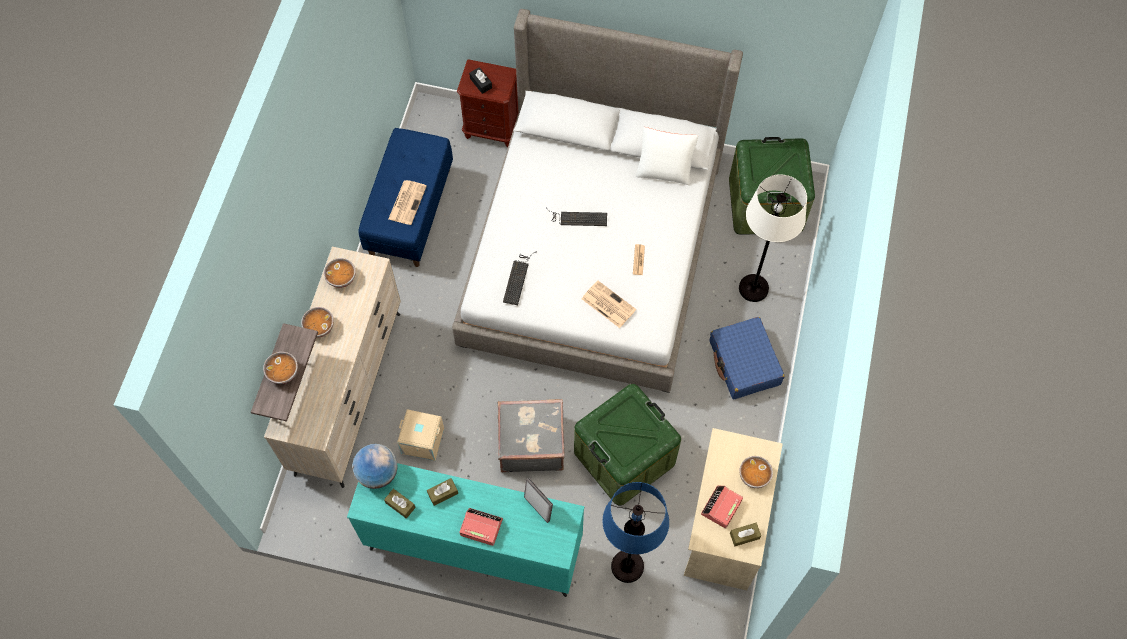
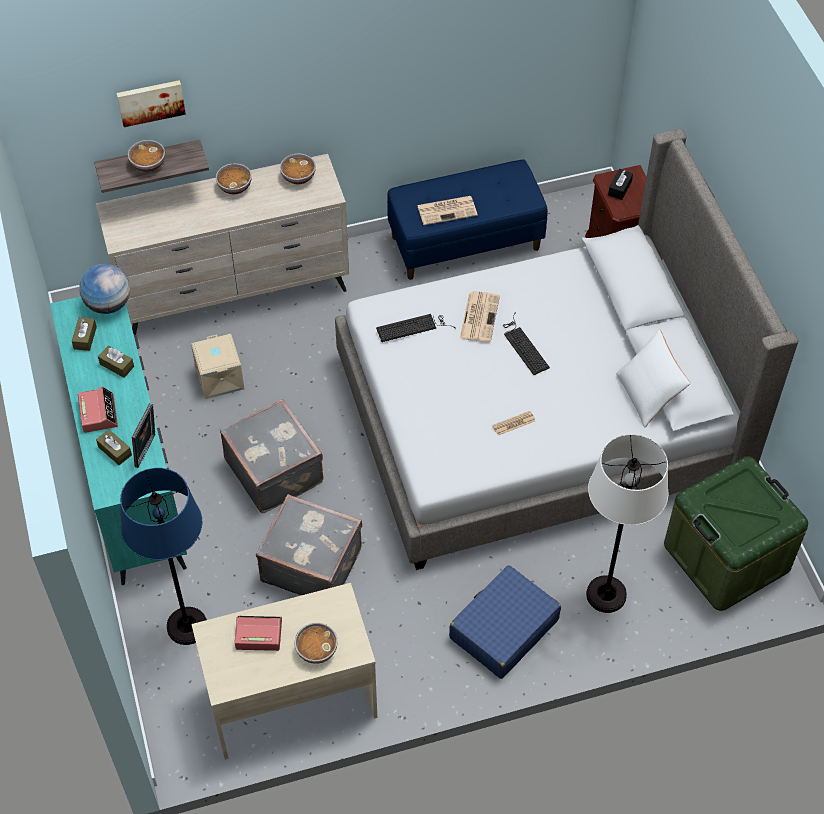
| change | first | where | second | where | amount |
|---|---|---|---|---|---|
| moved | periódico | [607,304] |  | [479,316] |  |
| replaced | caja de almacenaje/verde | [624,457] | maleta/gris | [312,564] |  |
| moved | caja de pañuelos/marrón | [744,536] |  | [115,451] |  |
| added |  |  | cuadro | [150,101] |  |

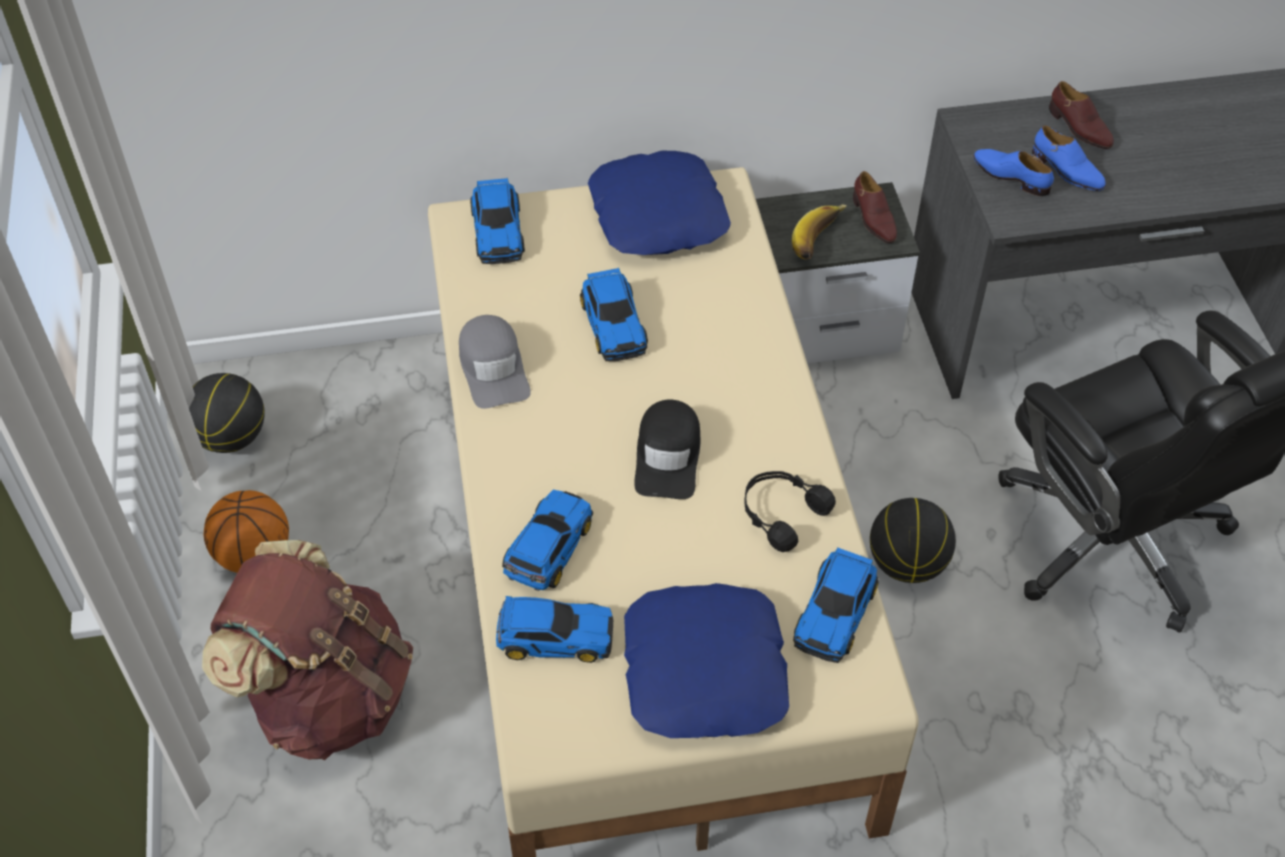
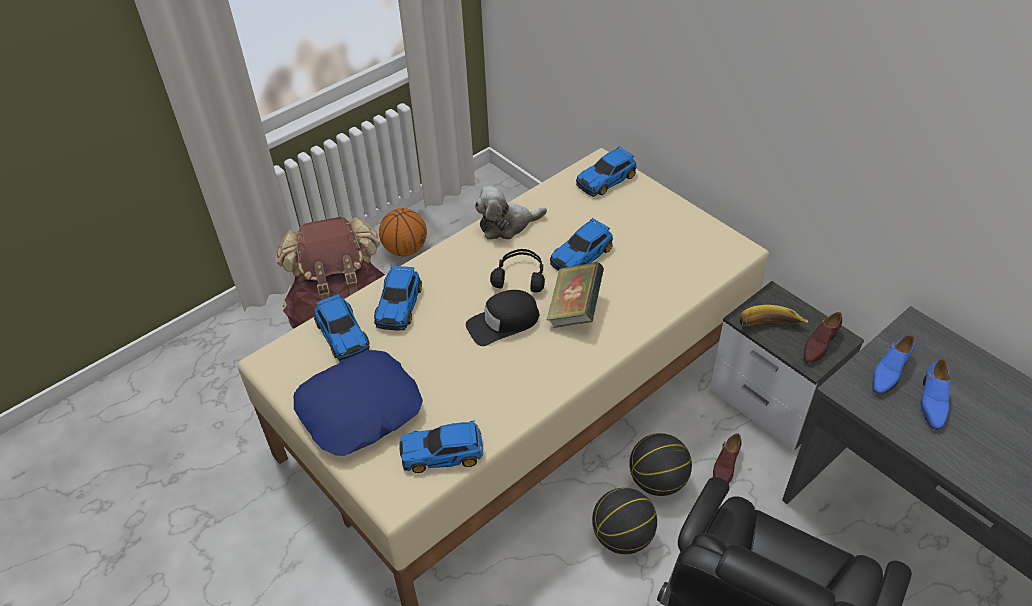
| change | first | where | second | where | amount |
|---|---|---|---|---|---|
| moved | zapato/marrón | [1079,128] |  | [725,467] |  |
| turned | zapato/azul | [1011,176] |  | [889,372] | 150 degrees counterclockwise |
| removed | cojín/azul | [659,215] |  |  |  |
| replaced | gorra/gris | [493,368] | peluche | [507,225] |  |
| moved | balón de baloncesto | [231,437] |  | [657,481] |  |
| moved | auriculares/negro | [781,513] |  | [520,276] |  |
| turned | coche de juguete | [547,549] |  | [399,304] | 105 degrees clockwise |
| added |  |  | libro | [574,309] |  |

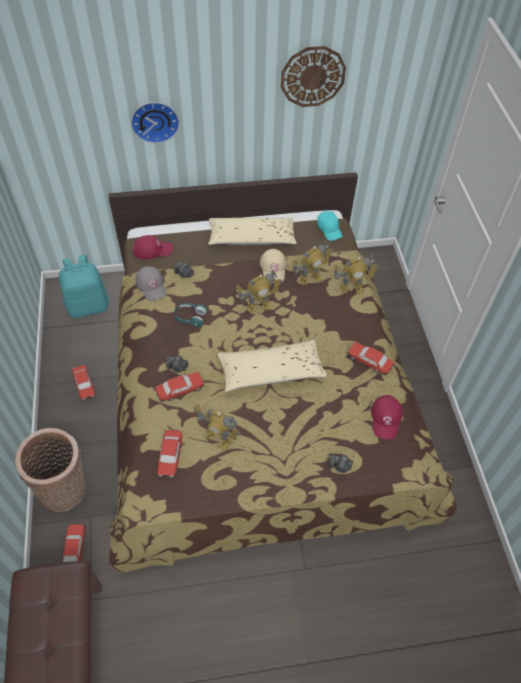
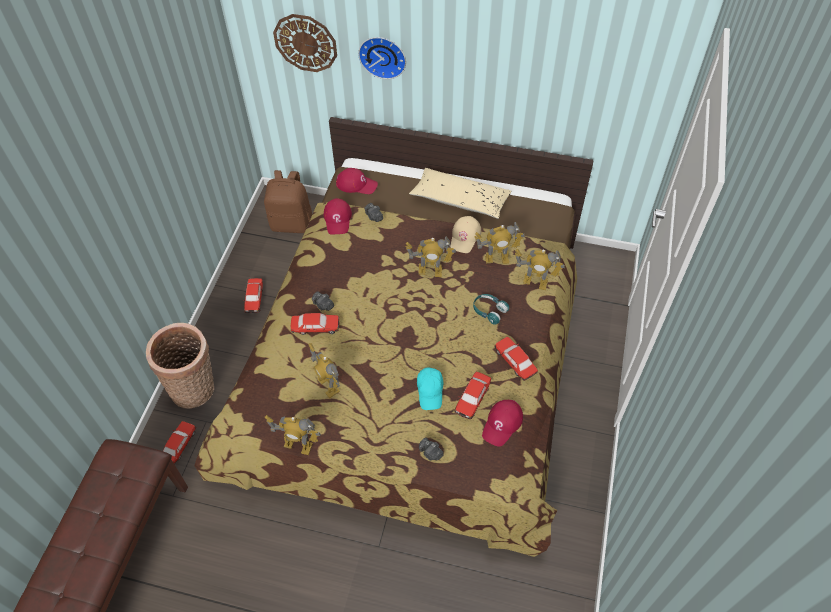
| change | first | where | second | where | amount |
|---|---|---|---|---|---|
| moved | reloj de pared | [312,76] |  | [305,43] |  |
| moved | gorra/turquesa | [329,229] |  | [430,391] |  |
| recoloured | mochila/turquesa | [88,305] | mochila/marrón | [292,223] |  |
| recoloured | gorra/gris | [151,285] | gorra/rojo | [338,219] |  |
| moved | auriculares/turquesa | [190,317] |  | [489,311] |  |
| removed | cojín/beis | [271,371] |  |  |  |
| moved | coche de juguete | [170,456] |  | [472,398] |  |
| added |  |  | robot de juguete | [298,445] |  |

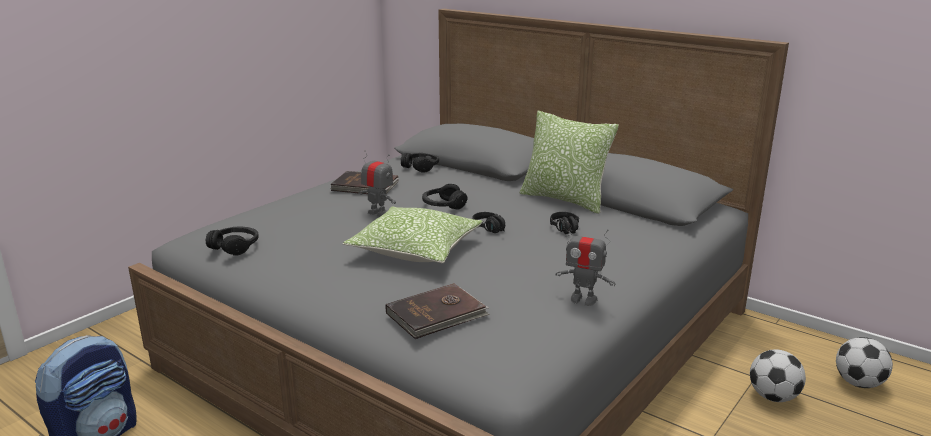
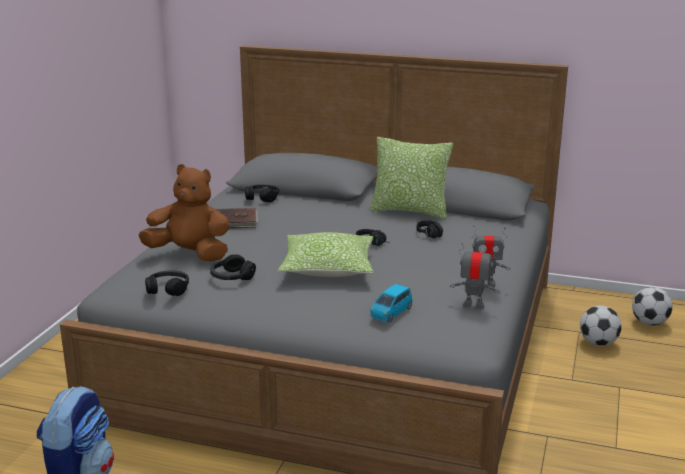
| change | first | where | second | where | amount |
|---|---|---|---|---|---|
| moved | robot de juguete | [378,213] |  | [473,305] |  |
| moved | auriculares/negro | [443,205] |  | [231,277] |  |
| replaced | libro/marrón | [437,315] | coche de juguete/azul | [391,312] |  |
| added |  |  | peluche/marrón | [190,254] |  |

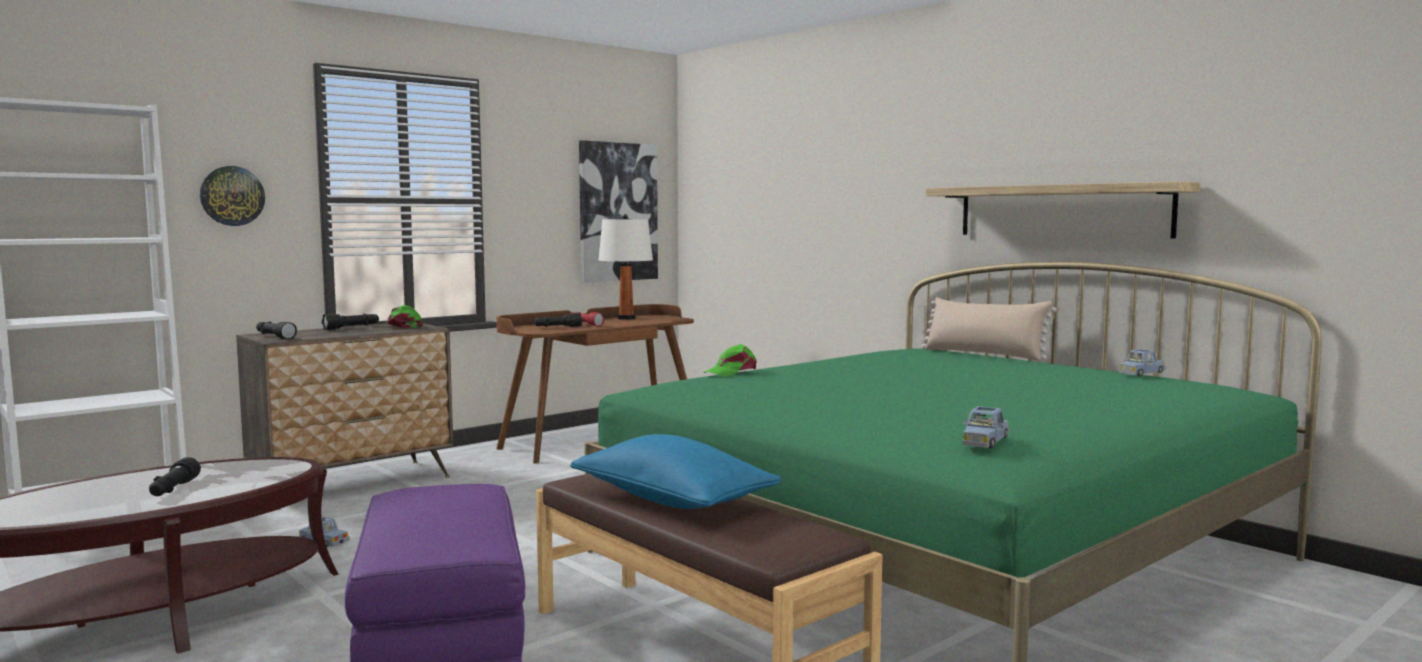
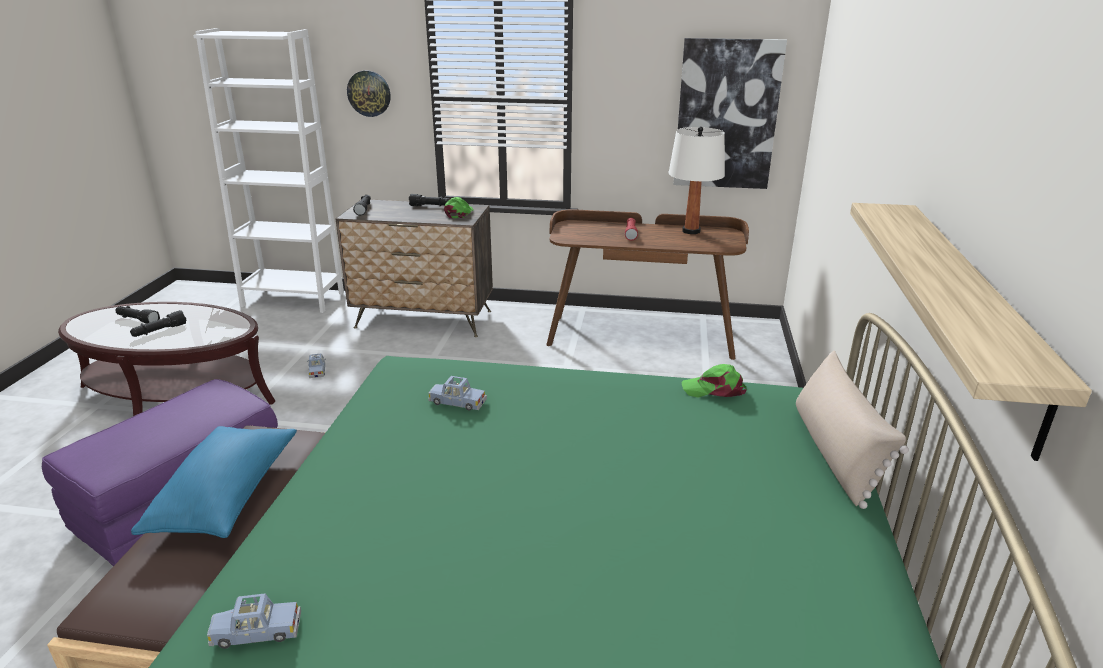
| change | first | where | second | where | amount |
|---|---|---|---|---|---|
| moved | linterna/negro | [557,327] |  | [137,320] |  |
| moved | gorra/verde | [732,372] |  | [714,389] |  |
| moved | coche de juguete/azul | [1141,373] |  | [457,402] |  |

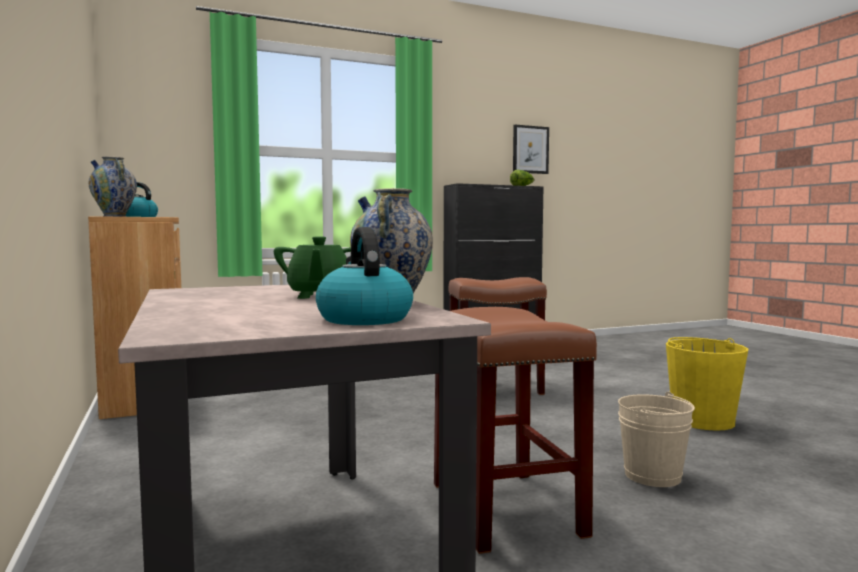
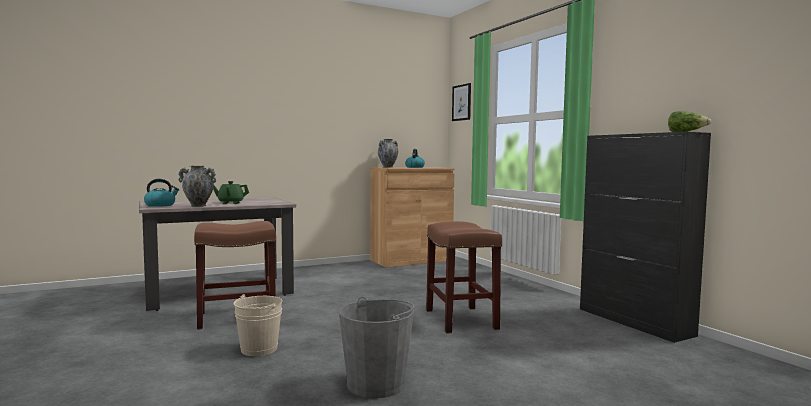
| change | first | where | second | where | amount |
|---|---|---|---|---|---|
| moved | cuadro | [530,149] |  | [461,102] |  |
| recoloured | cubo/amarillo | [702,420] | cubo/gris | [376,384] |  |

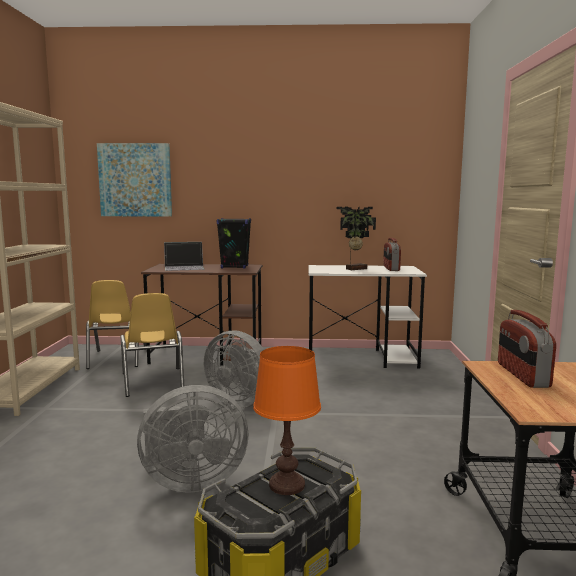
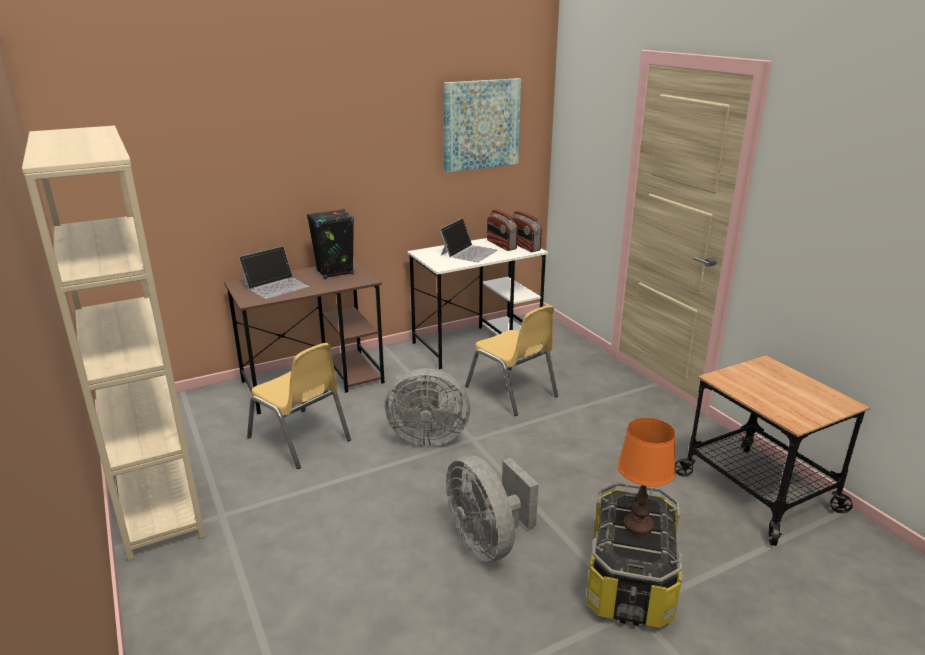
| change | first | where | second | where | amount |
|---|---|---|---|---|---|
| moved | cuadro | [135,180] |  | [481,124] |  |
| replaced | planta en maceta | [355,269] | portátil | [468,252] |  |
| moved | silla/amarillo | [117,359] |  | [511,392] |  |
| moved | radio | [522,375] |  | [524,246] |  |
| turned | ventilador/gris | [190,481] |  | [487,541] | 105 degrees clockwise |

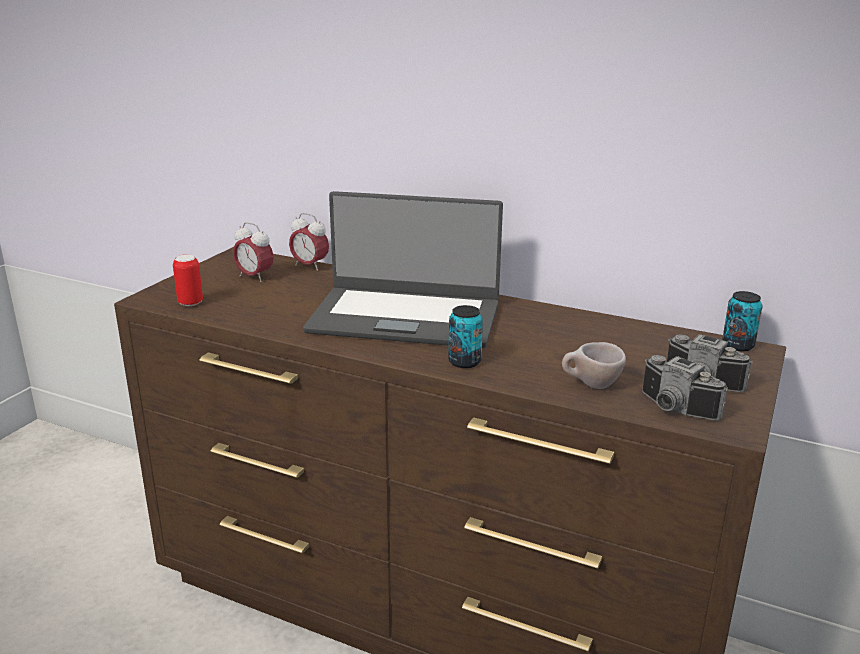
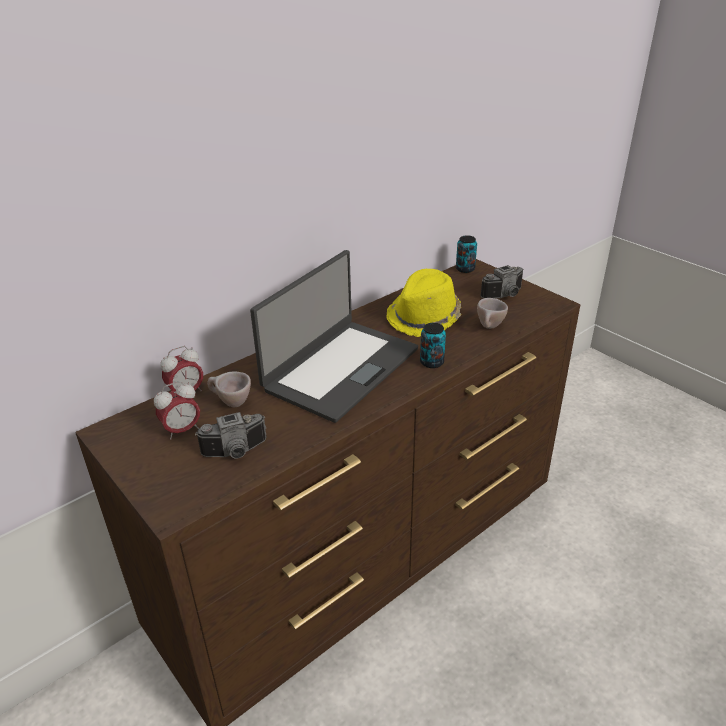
| change | first | where | second | where | amount |
|---|---|---|---|---|---|
| removed | lata | [190,303] |  |  |  |
| moved | cámara | [673,410] |  | [236,452] |  |
| added |  |  | sombrero/amarillo | [425,317] |  |
| added |  |  | taza/beis | [230,403] |  |

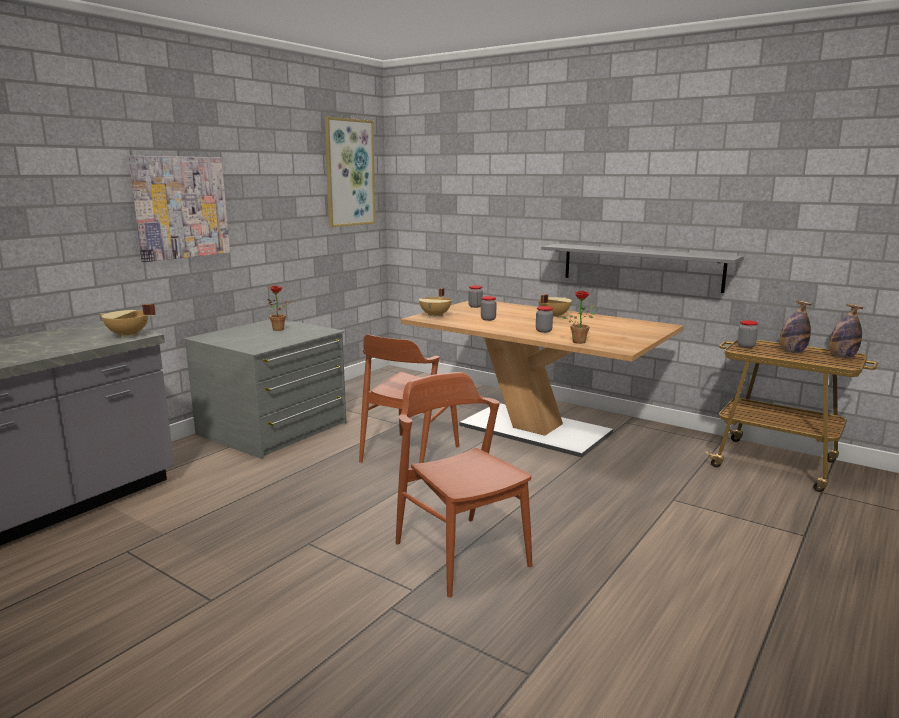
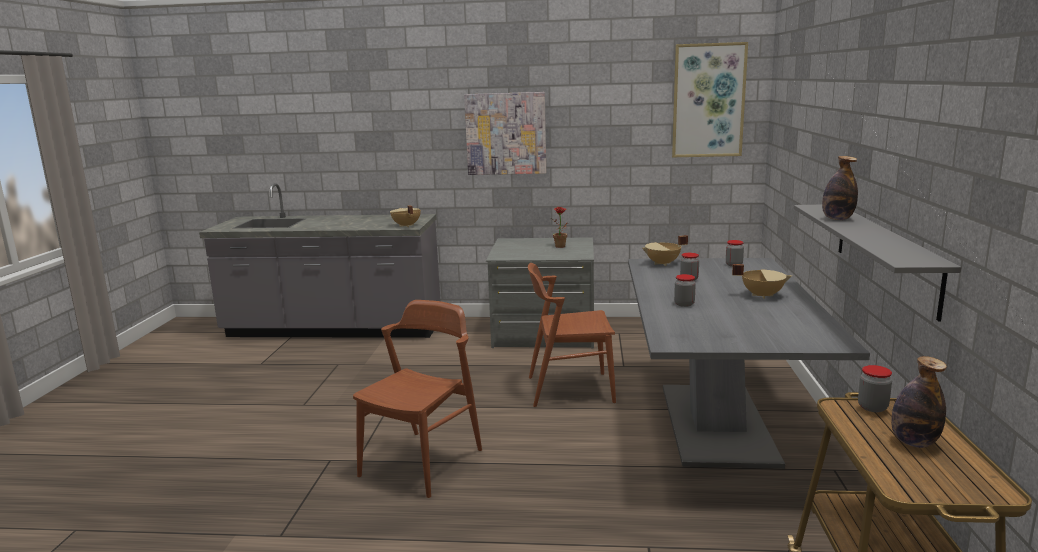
| change | first | where | second | where | amount |
|---|---|---|---|---|---|
| removed | planta en maceta | [580,341] |  |  |  |
| recoloured | mesa de comedor/marrón | [535,429] | mesa de comedor/gris | [716,424] |  |
| moved | botella | [842,357] |  | [837,219] |  |

